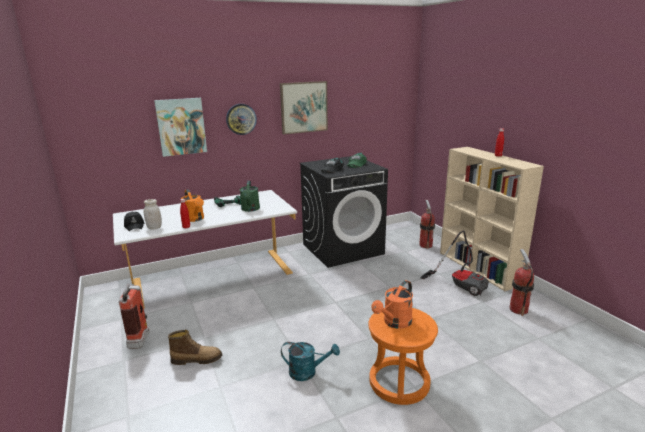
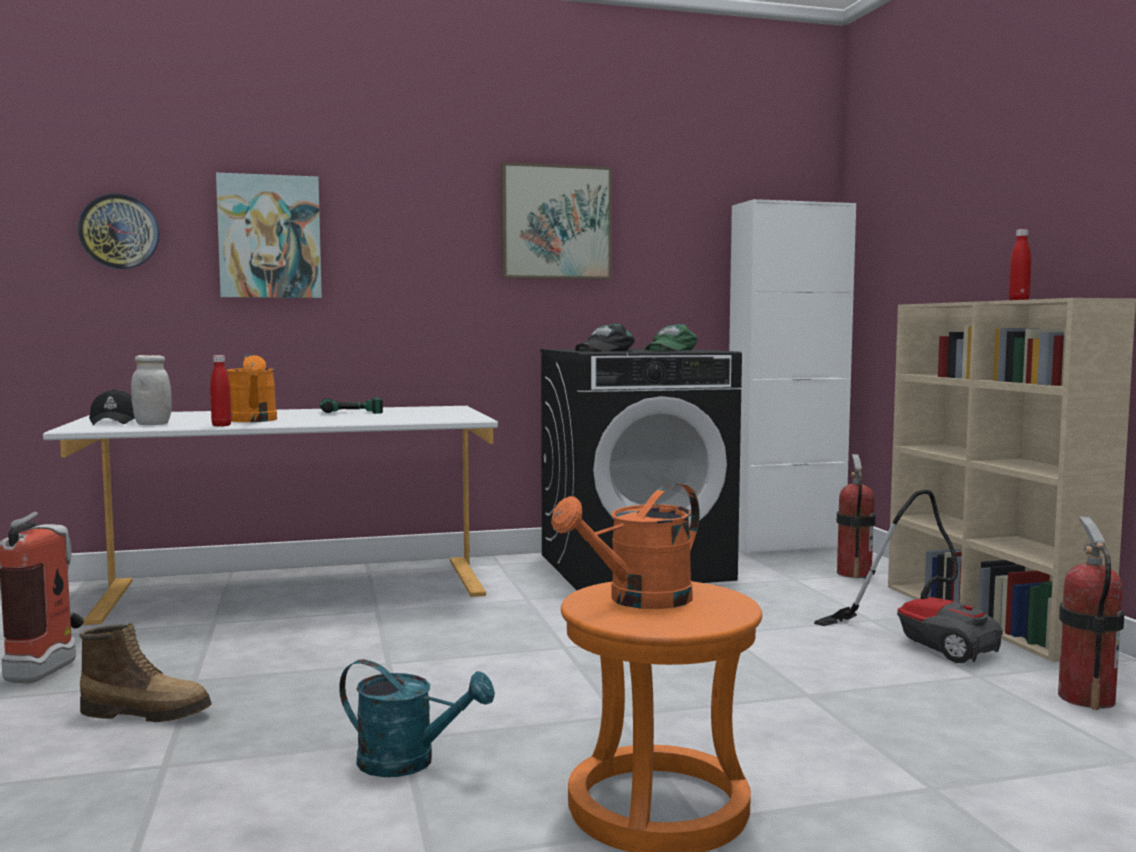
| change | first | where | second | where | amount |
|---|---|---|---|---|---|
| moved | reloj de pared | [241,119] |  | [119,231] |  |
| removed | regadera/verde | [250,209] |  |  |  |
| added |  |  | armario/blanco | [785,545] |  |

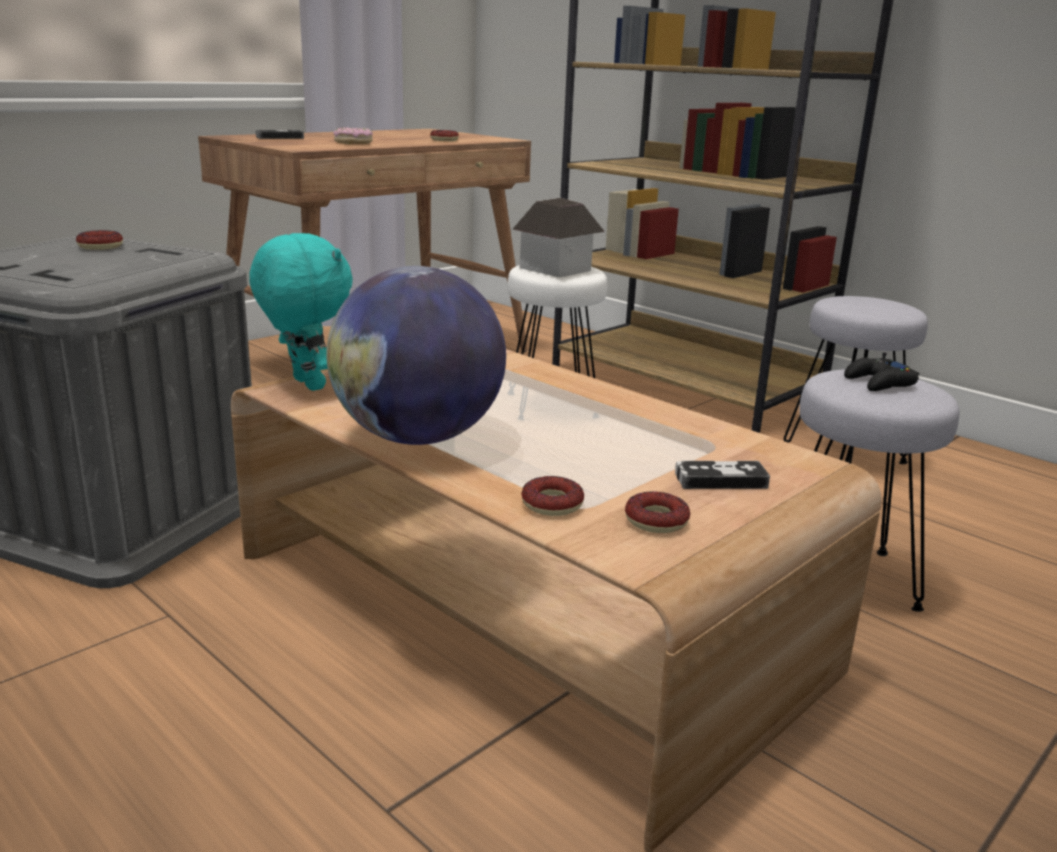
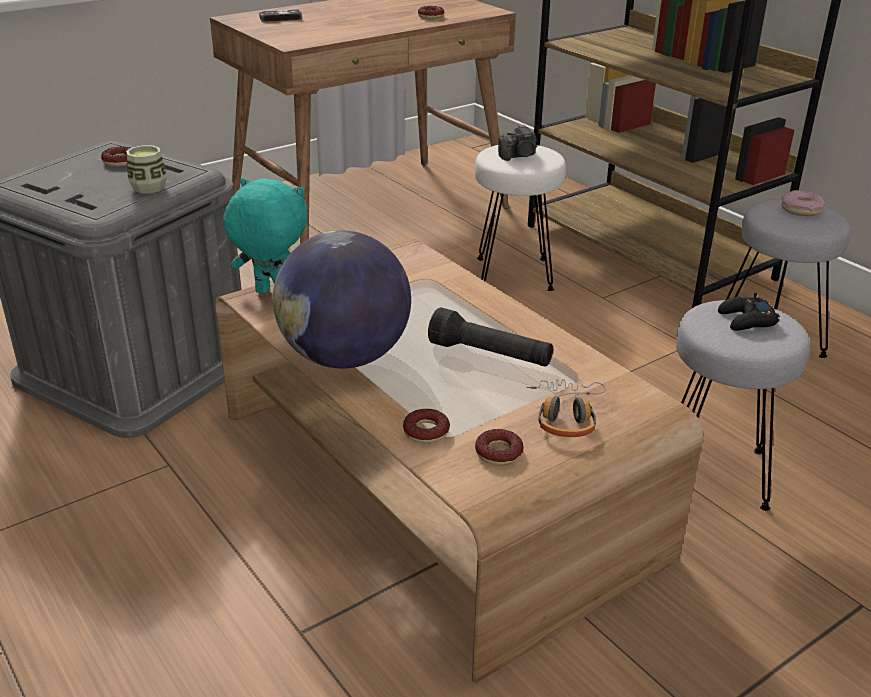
| change | first | where | second | where | amount |
|---|---|---|---|---|---|
| moved | rosquilla | [353,143] |  | [801,209] |  |
| replaced | casita | [556,269] | cámara | [518,156] |  |
| turned | peluche/turquesa | [305,384] |  | [271,294] | 45 degrees counterclockwise |
| replaced | mando de consola | [720,480] | auriculares | [566,416] |  |
| added |  |  | taza | [149,187] |  |
| added |  |  | linterna/negro | [490,355] |  |

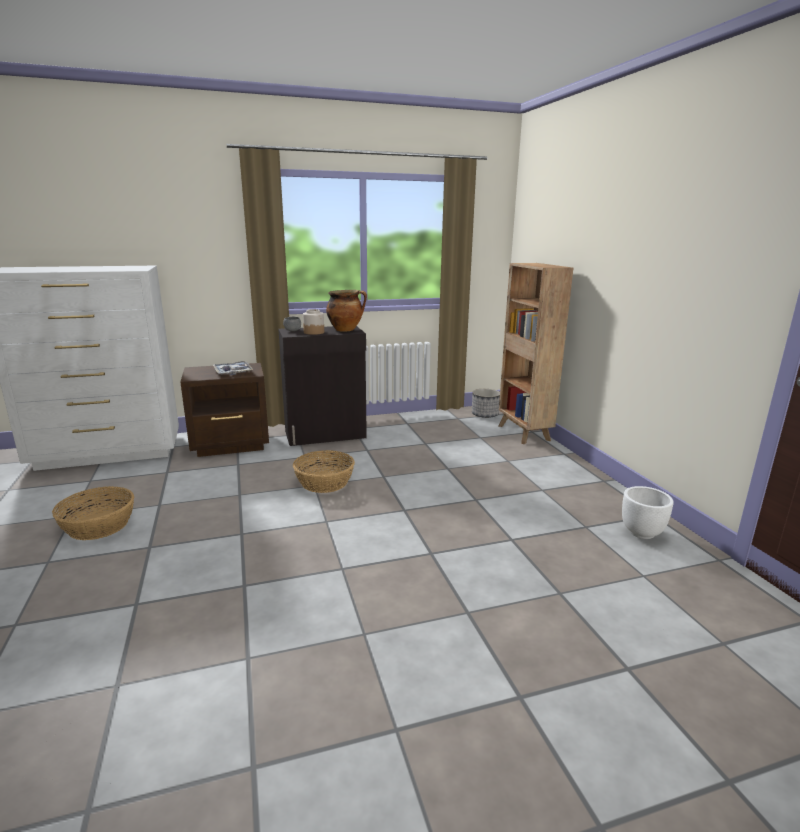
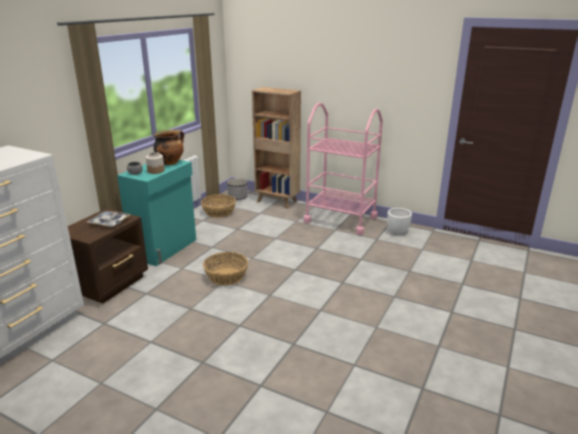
| change | first | where | second | where | amount |
|---|---|---|---|---|---|
| recoloured | armario/negro | [326,435] | armario/turquesa | [165,248] |  |
| moved | cesta | [99,525] |  | [219,212] |  |
| added |  |  | carrito/rosa | [340,219] |  |

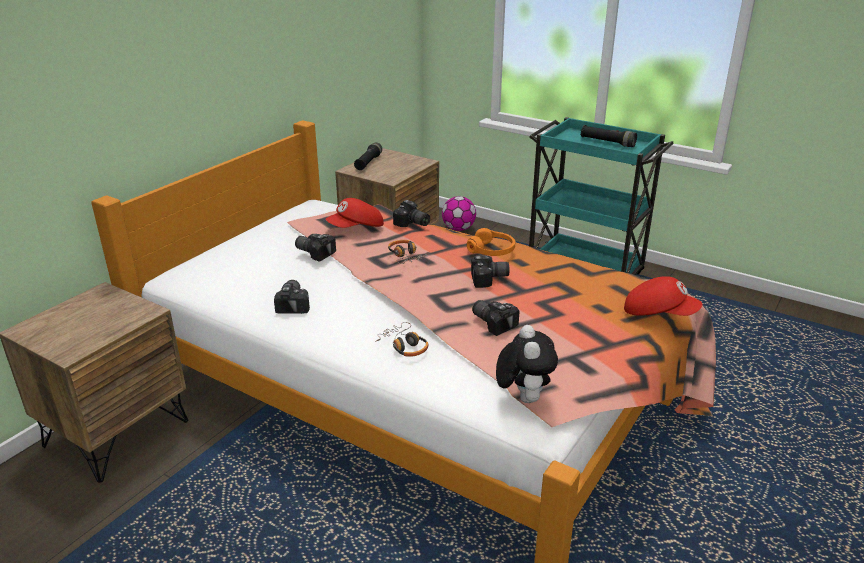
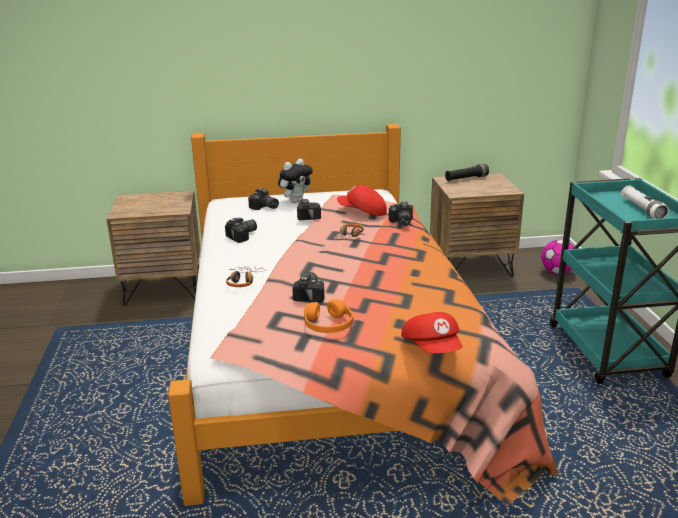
| change | first | where | second | where | amount |
|---|---|---|---|---|---|
| recoloured | linterna/negro | [607,142] | linterna/blanco | [642,210] |  |
| moved | auriculares/naranja | [491,250] |  | [328,325] |  |
| moved | cámara | [490,279] |  | [264,207] |  |
| moved | peluche | [523,397] |  | [296,201] |  |

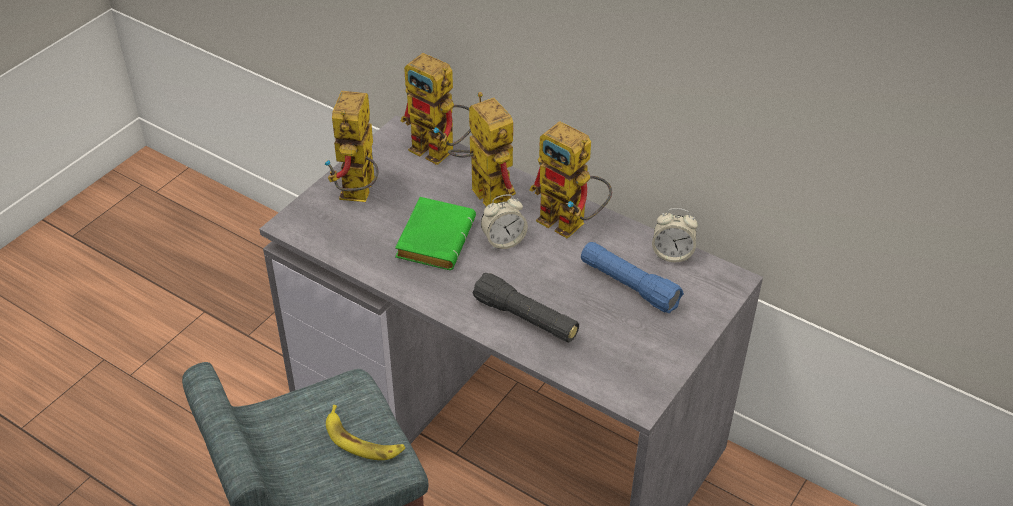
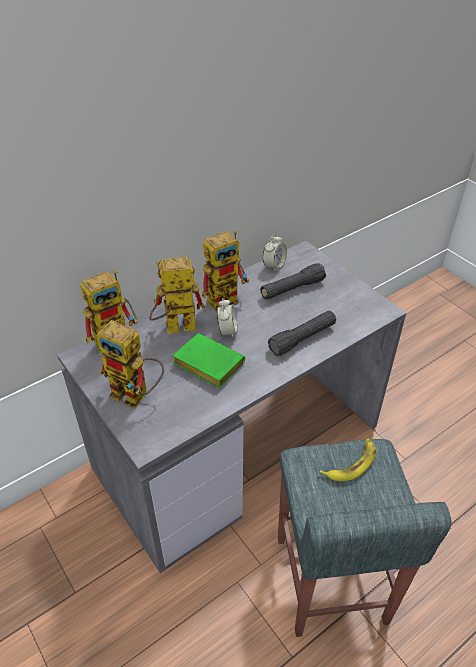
| change | first | where | second | where | amount |
|---|---|---|---|---|---|
| recoloured | linterna/azul | [629,286] | linterna/negro | [292,289] |  |

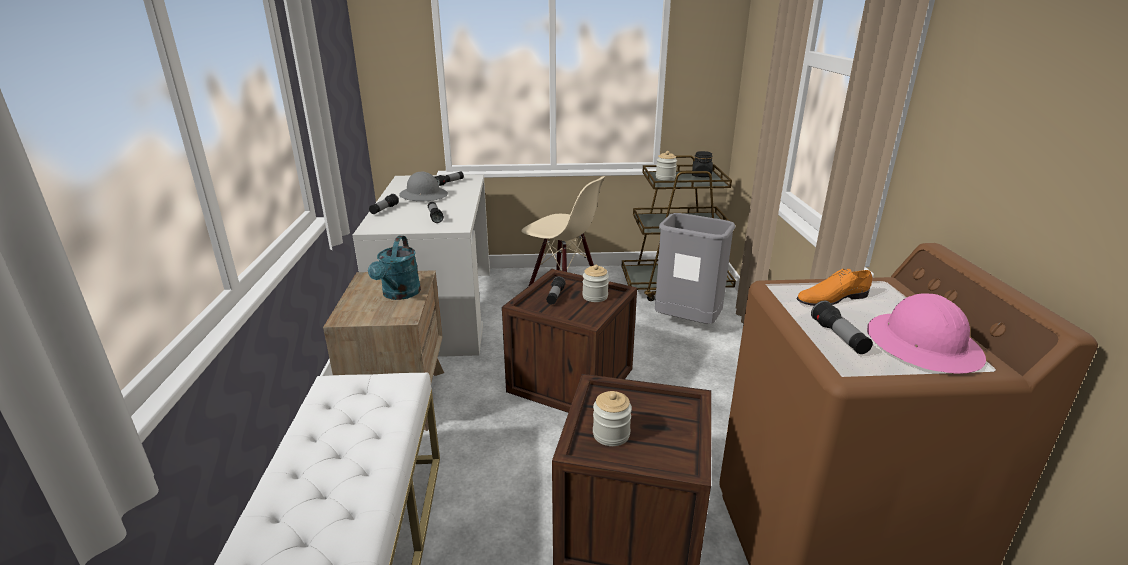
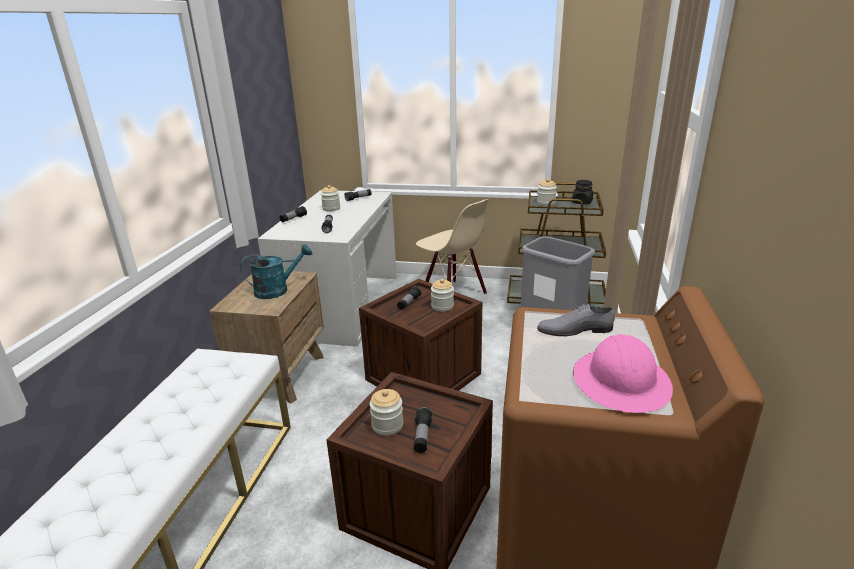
| change | first | where | second | where | amount |
|---|---|---|---|---|---|
| replaced | casco/gris | [424,196] | tarro | [331,208] |  |
| turned | regadera/turquesa | [399,294] |  | [277,290] | 135 degrees counterclockwise |
| recoloured | zapato/naranja | [831,298] | zapato/gris | [574,329] |  |
| moved | linterna | [839,337] |  | [422,436] |  |

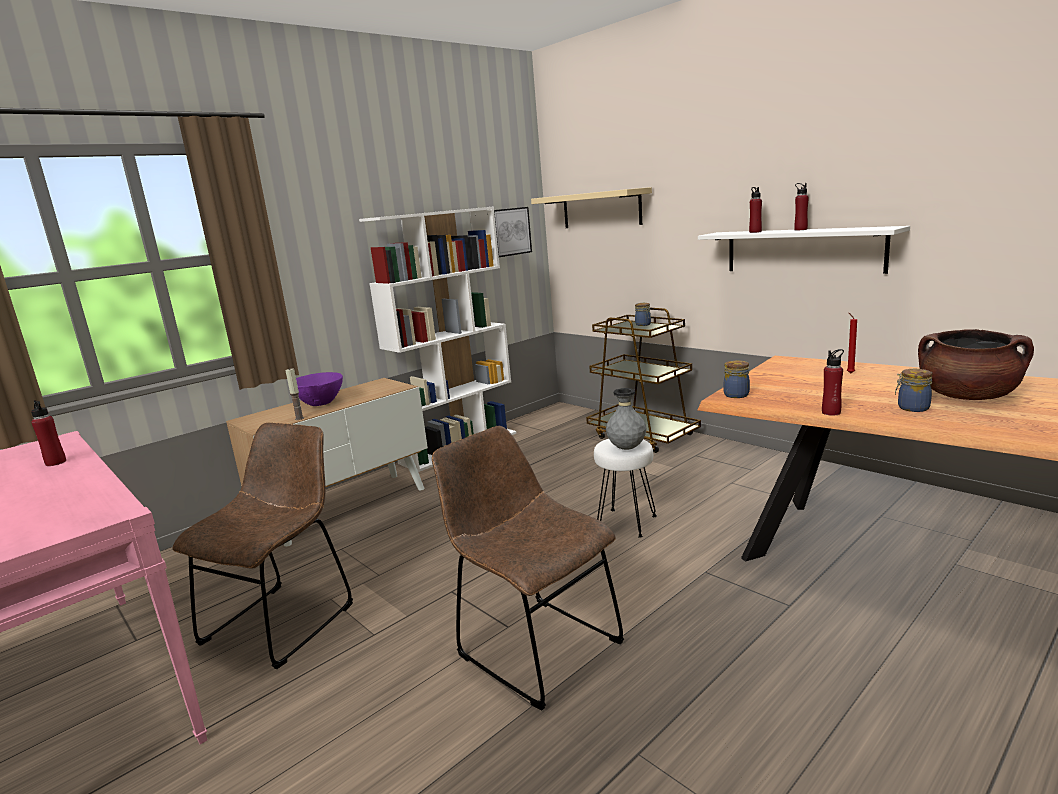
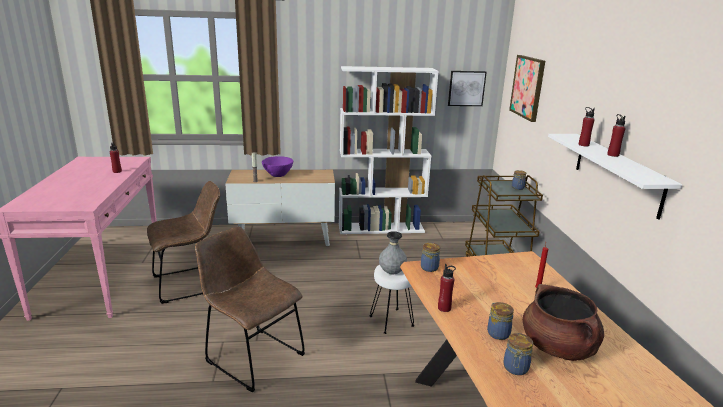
| change | first | where | second | where | amount |
|---|---|---|---|---|---|
| replaced | estante/beis | [601,209] | cuadro | [528,87] |  |
| turned | silla/marrón | [533,646] |  | [252,356] | 45 degrees counterclockwise |
| added |  |  | tarro | [515,368] |  |

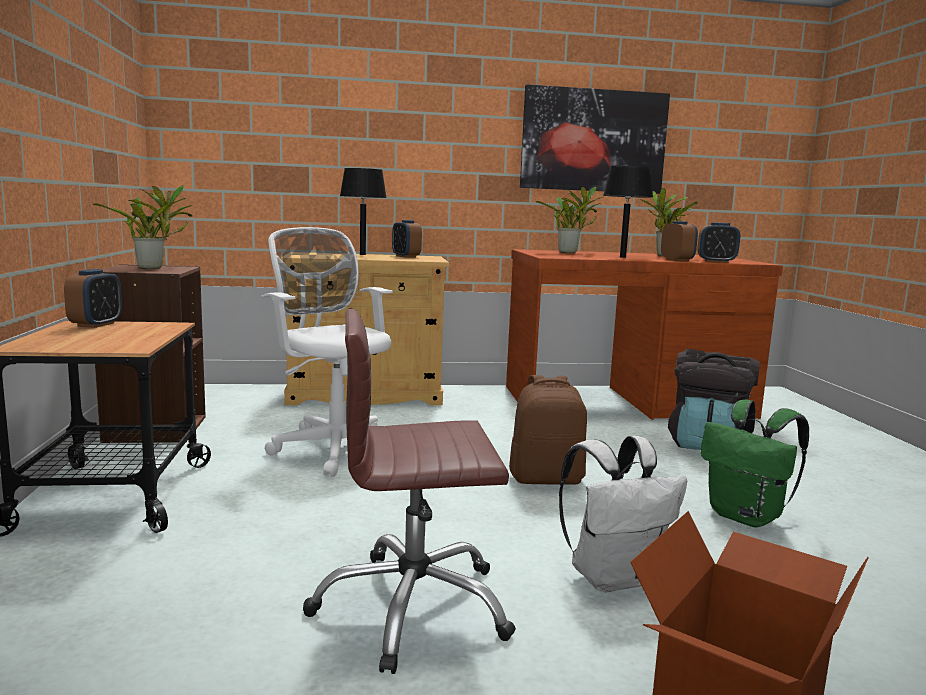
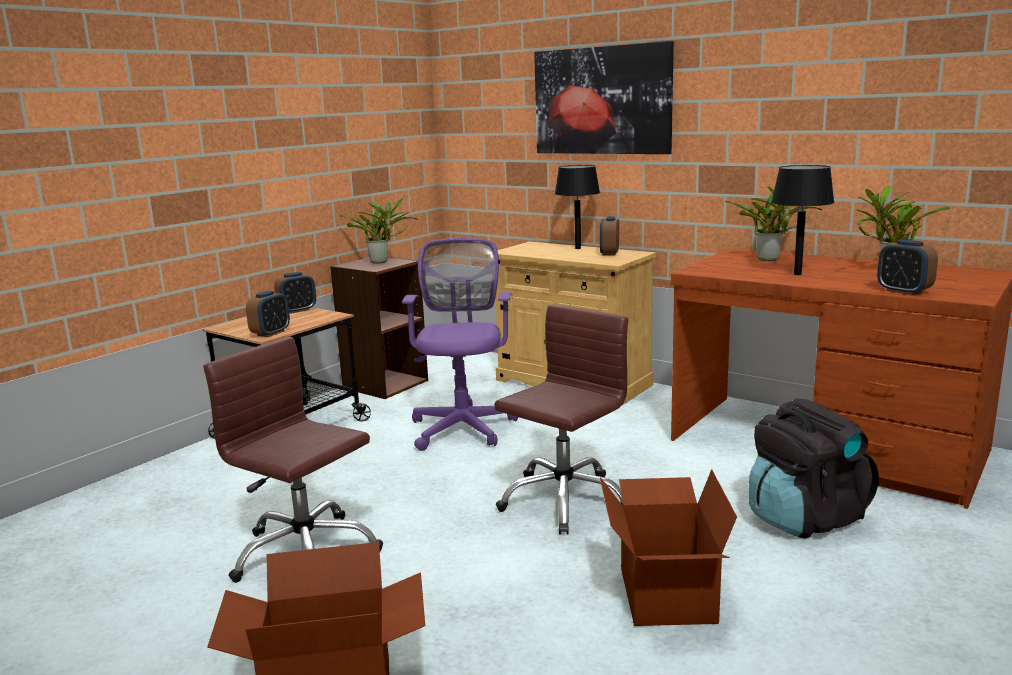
| change | first | where | second | where | amount |
|---|---|---|---|---|---|
| moved | cuadro | [593,141] |  | [602,101] |  |
| moved | despertador | [677,260] |  | [270,333] |  |
| recoloured | silla de oficina/blanco | [333,447] | silla de oficina/morado | [463,426] |  |
| replaced | mochila/marrón | [546,478] | silla de oficina/marrón | [563,500] |  |
| replaced | mochila/verde | [747,517] | caja de cartón | [664,595] |  |
| removed | mochila/blanco | [613,577] |  |  |  |

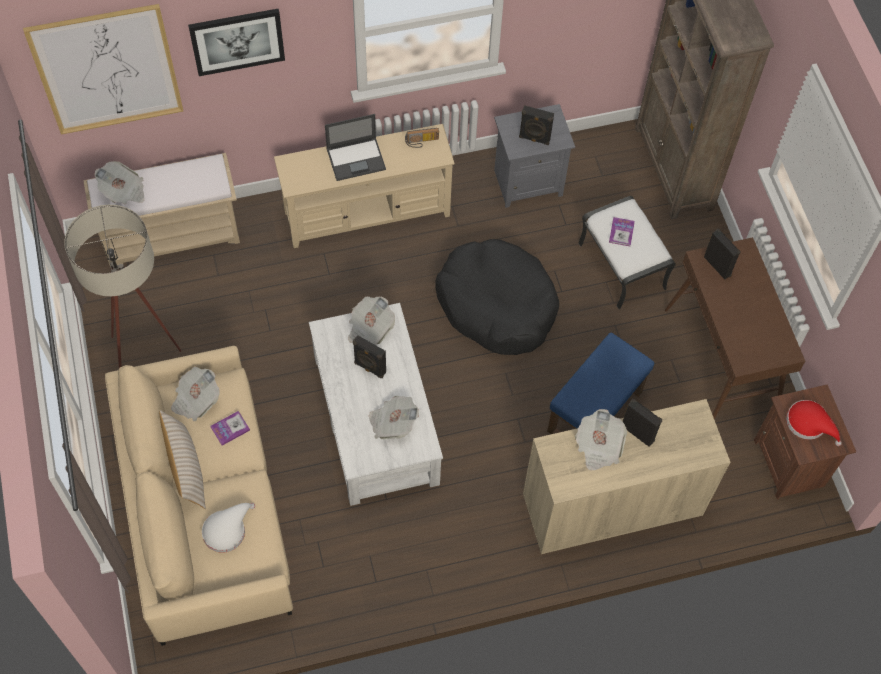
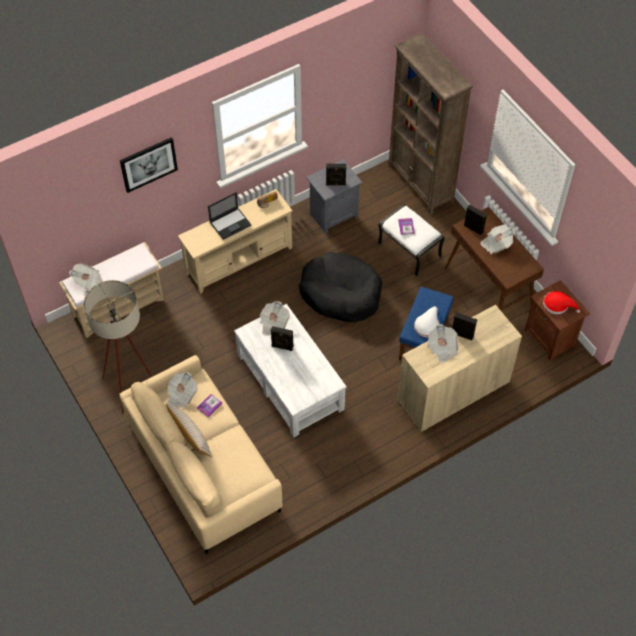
| change | first | where | second | where | amount |
|---|---|---|---|---|---|
| removed | cuadro | [107,70] |  |  |  |
| moved | periódico | [392,423] |  | [496,244] |  |
| moved | sombrero/blanco | [227,530] |  | [427,325] |  |

